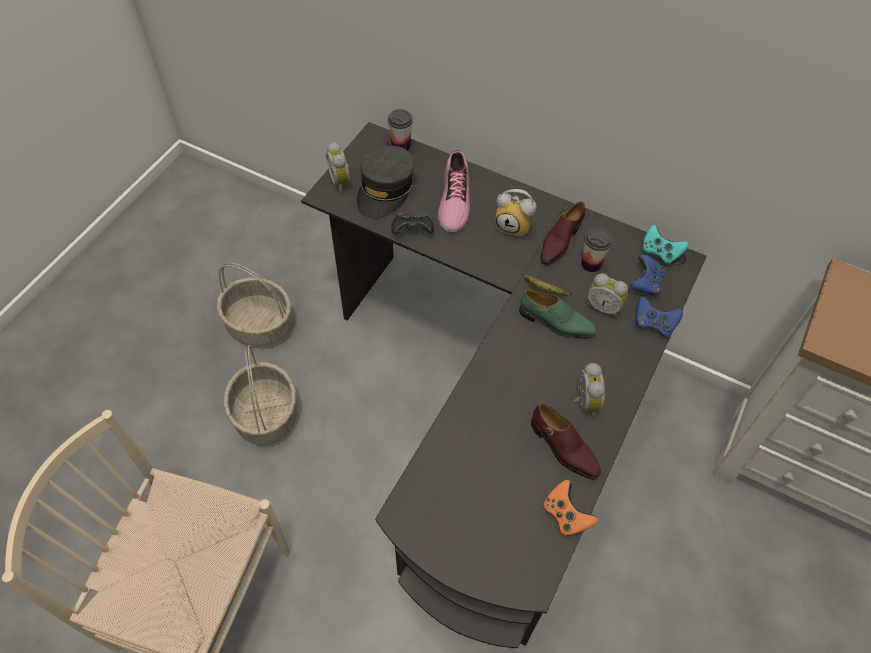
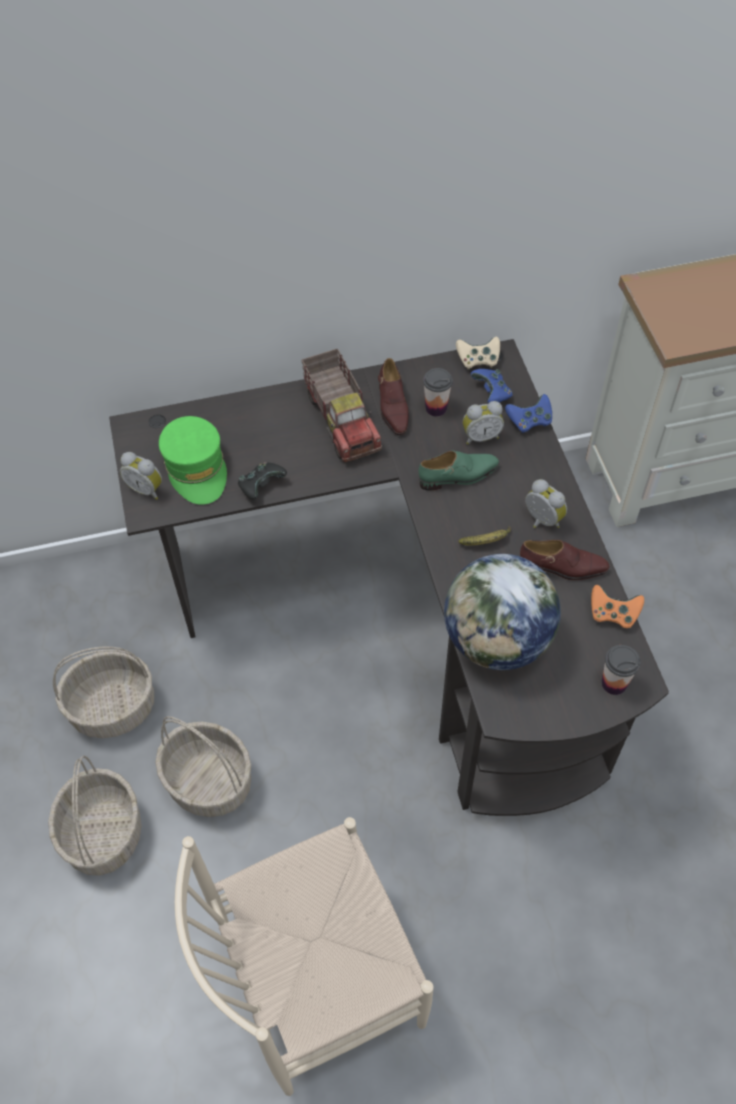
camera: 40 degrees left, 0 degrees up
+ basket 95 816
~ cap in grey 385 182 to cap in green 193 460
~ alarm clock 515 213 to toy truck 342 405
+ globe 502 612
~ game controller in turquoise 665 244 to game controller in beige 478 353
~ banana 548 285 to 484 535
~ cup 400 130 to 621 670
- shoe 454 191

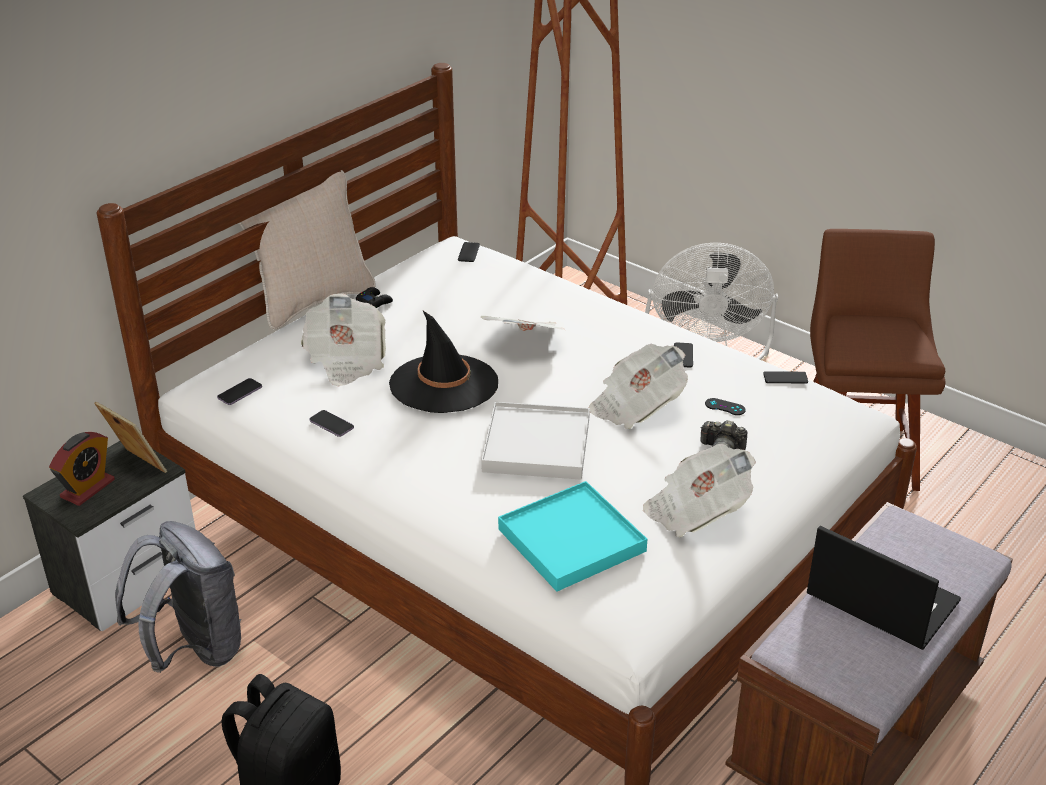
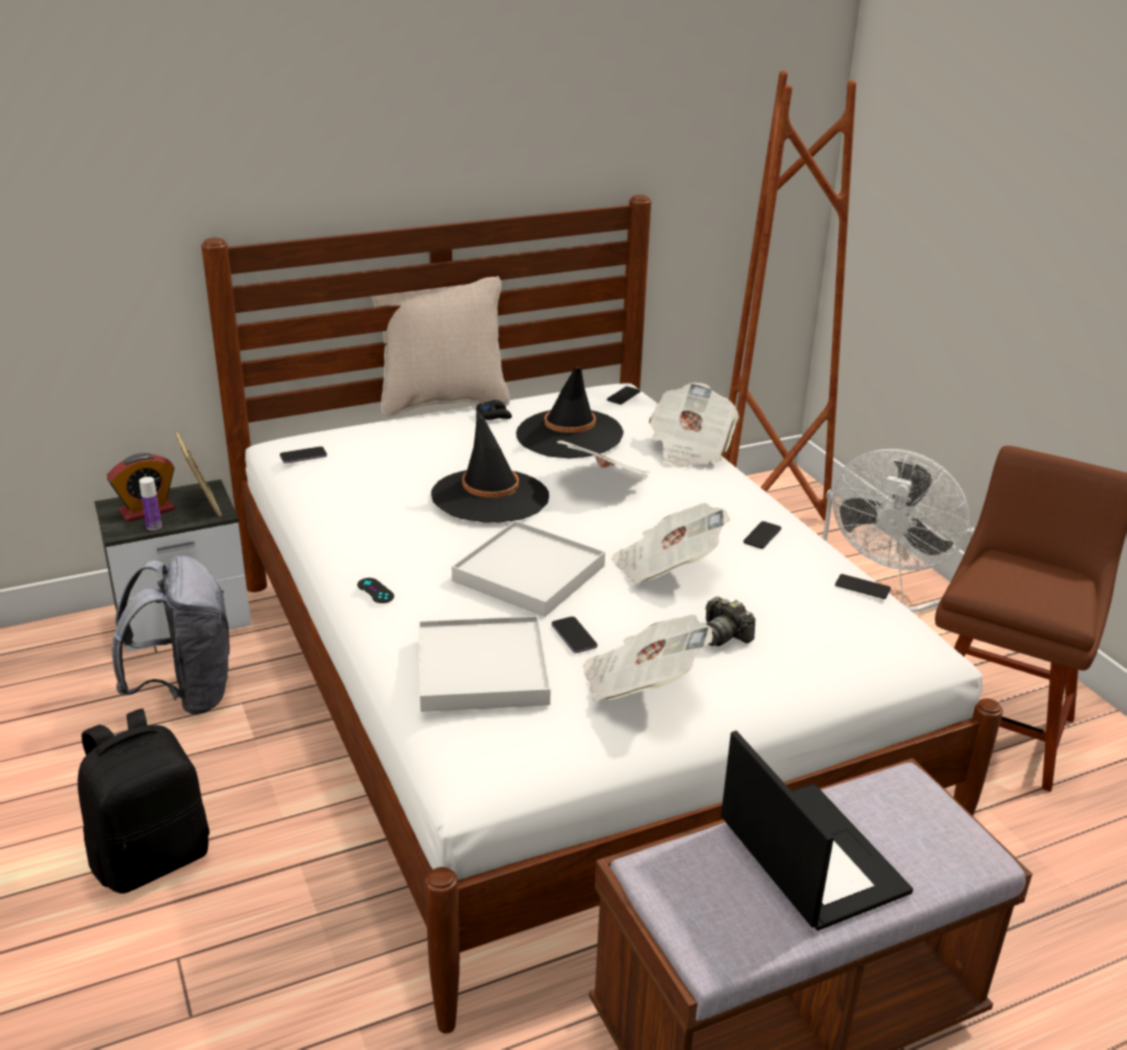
camera: 25 degrees right, 5 degrees down
+ bottle 150 503
~ game controller in black 725 406 to 375 590
~ tray in turquoise 572 536 to tray in white 484 664
+ hat in black 570 412
~ phone 331 423 to 574 635
~ newspaper 343 339 to 694 425

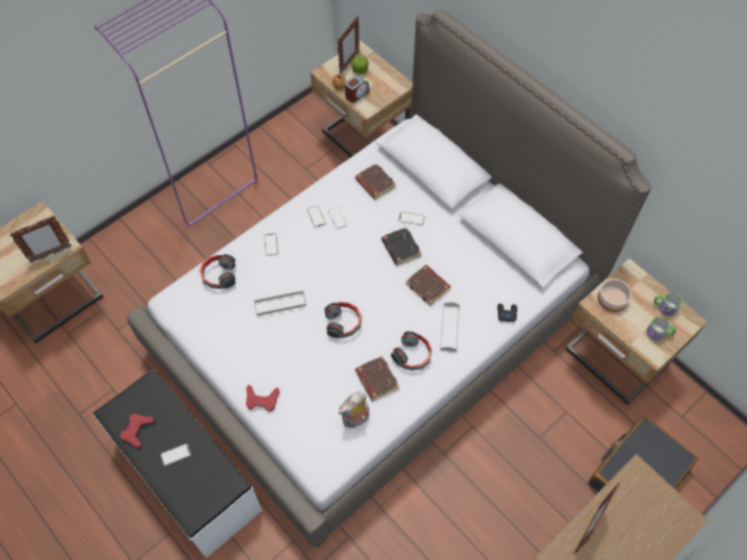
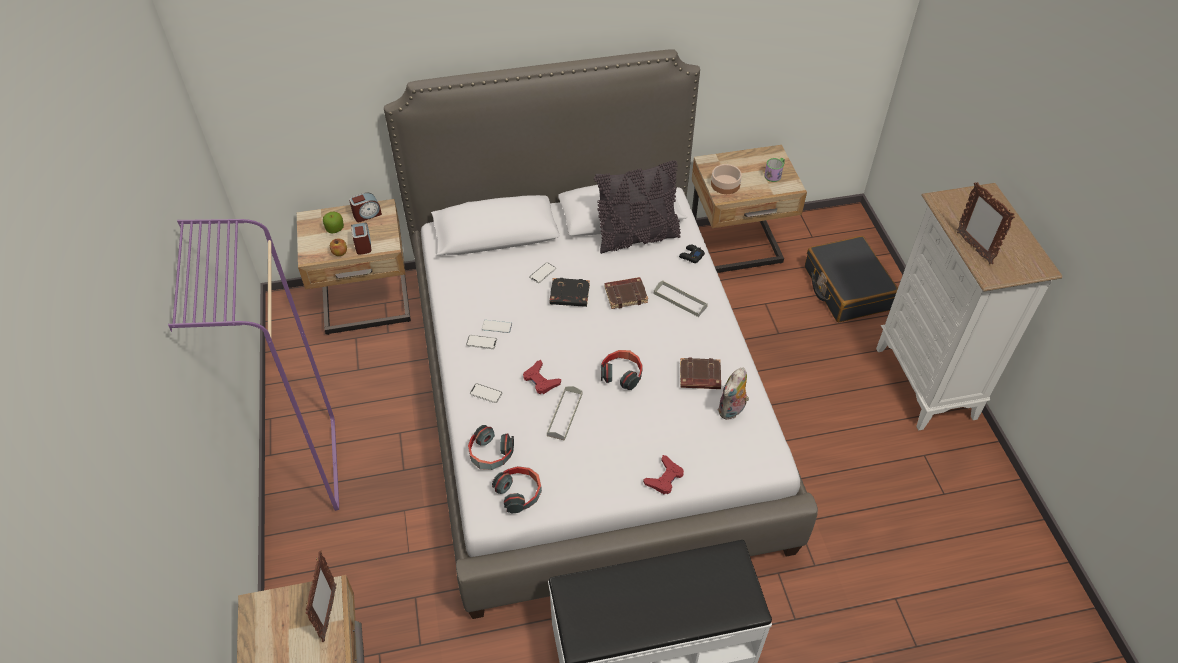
camera: 60 degrees left, 10 degrees down
+ alarm clock 365 207
~ headphones 411 351 to 517 490
~ game controller in red 137 430 to 542 377
+ pillow in black 637 207
~ plush toy 353 410 = 733 394 45 degrees clockwise
- phone 175 455
- picture frame 348 45
- book in brown 375 181
- mug 668 304

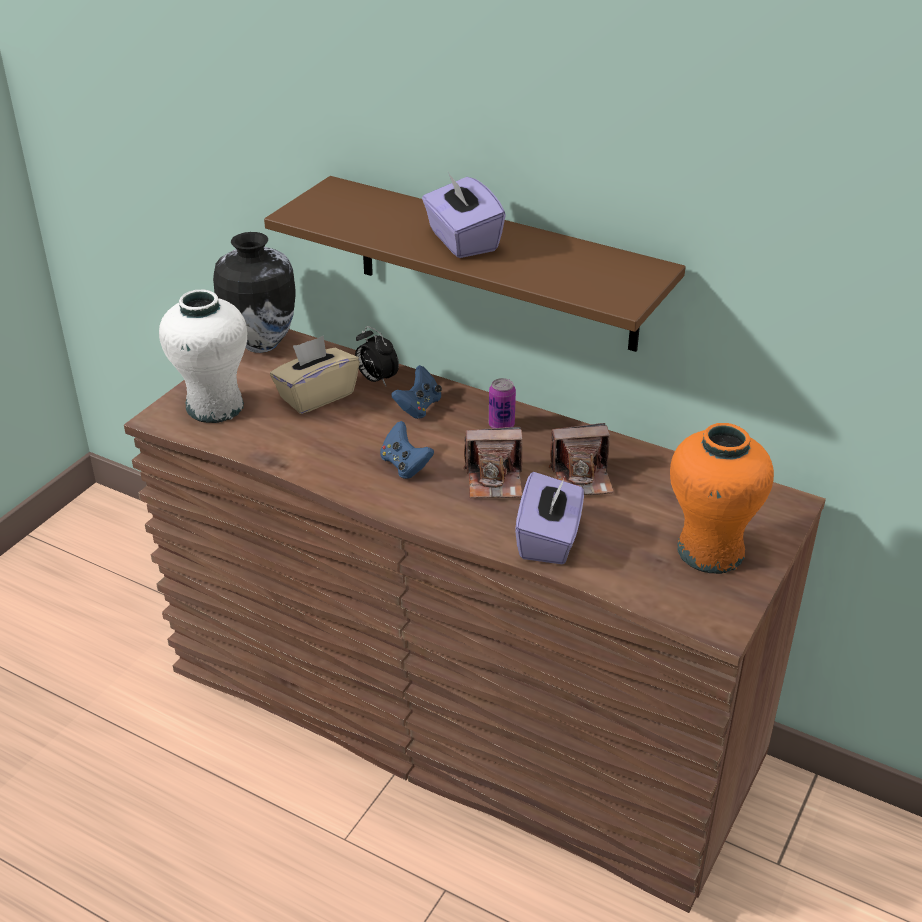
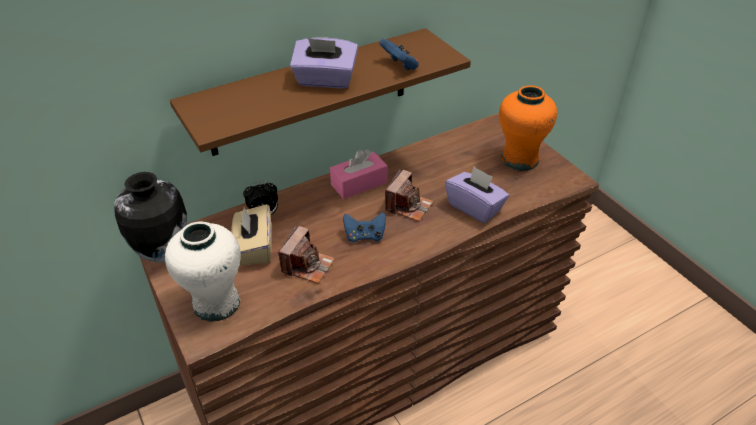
camera: 60 degrees left, 5 degrees up
~ photo camera 581 459 to 306 254
~ can 502 403 to tissue box in pink 359 174
~ game controller in blue 416 392 to 399 54

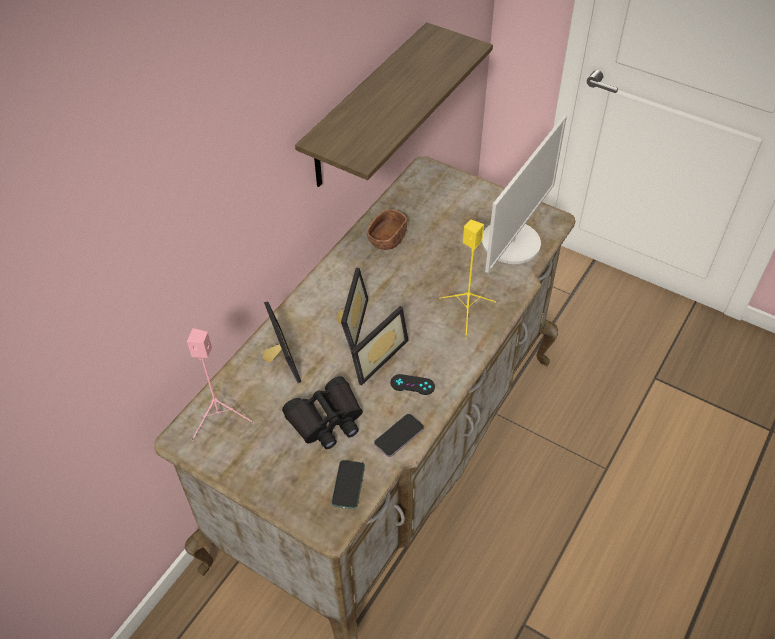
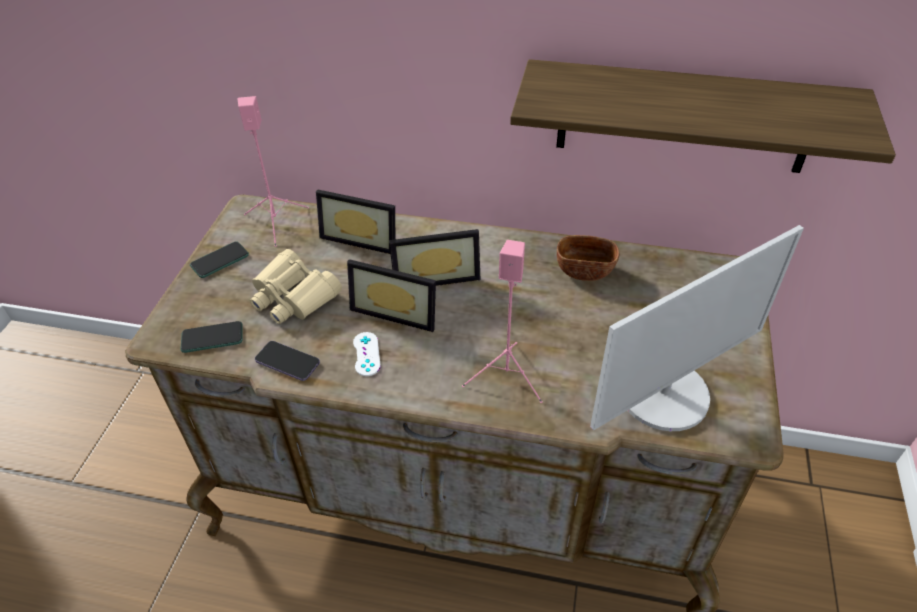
camera: 70 degrees right, 5 degrees down
+ phone 219 259
~ binoculars in black 322 412 to binoculars in beige 296 286
~ picture frame 282 342 = 355 221 60 degrees clockwise
~ game controller in black 412 384 to game controller in white 367 354
~ speaker in yellow 467 278 to speaker in pink 502 321
~ monitor 524 194 = 697 328 45 degrees counterclockwise

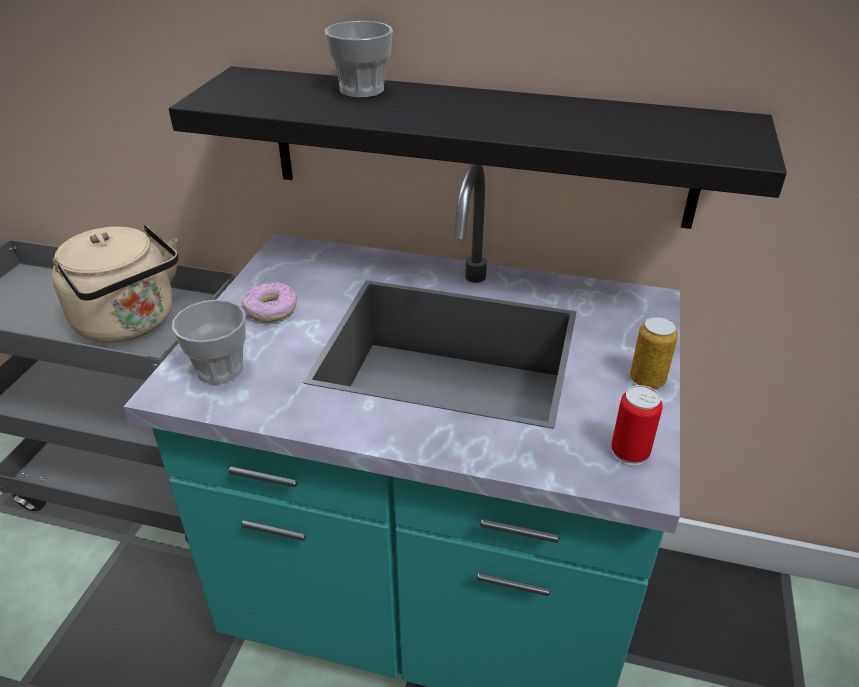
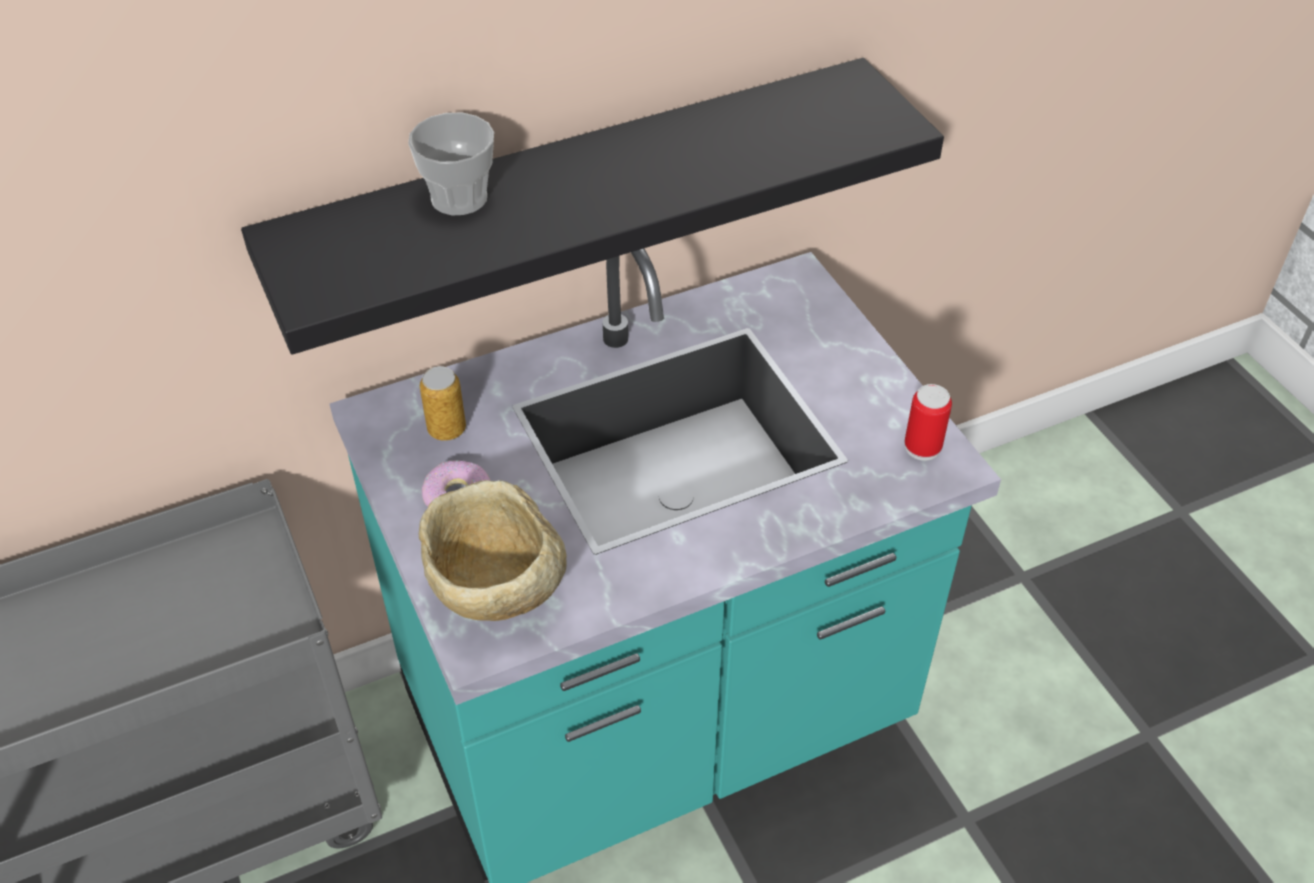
camera: 40 degrees left, 10 degrees up
~ cup 209 342 to bowl in beige 493 550
~ can 654 352 to 443 403
- kettle in beige 115 283

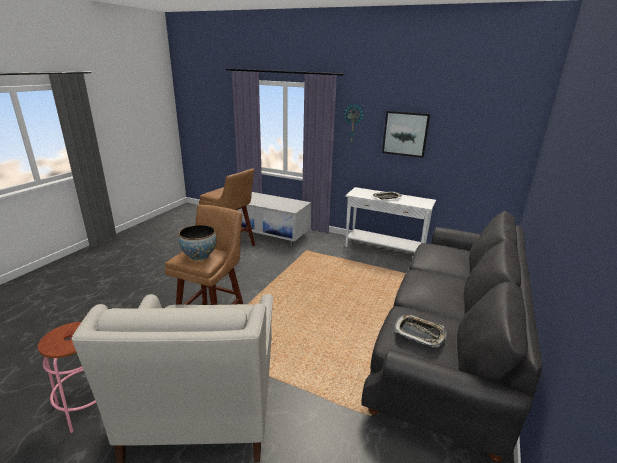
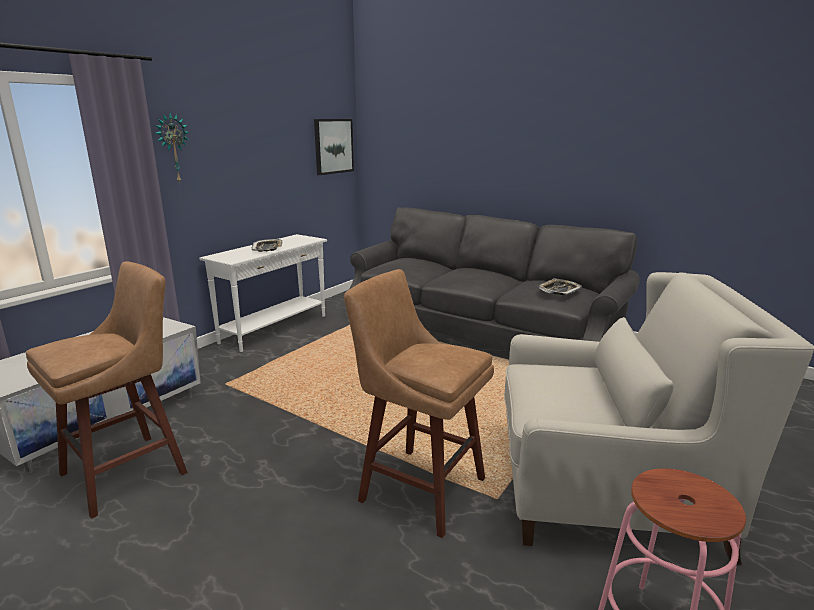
camera: 80 degrees left, 5 degrees down
~ picture 406 134 to 334 147
- bowl 198 243

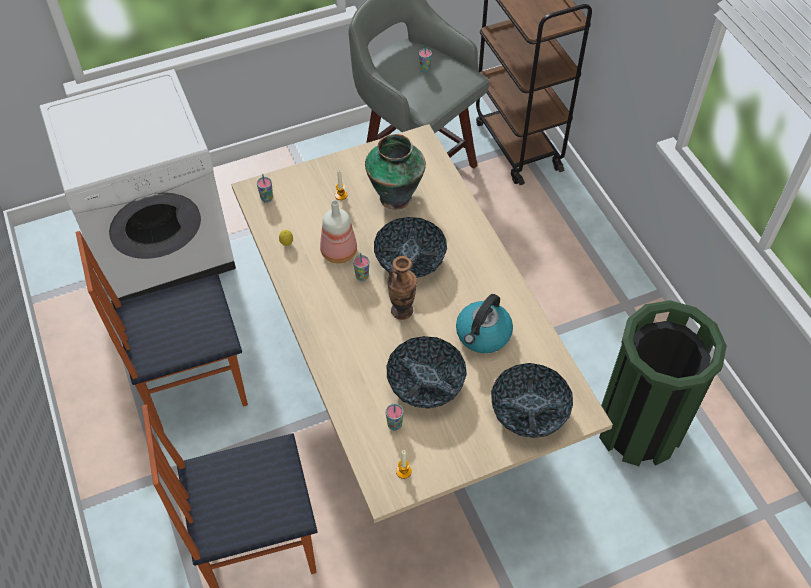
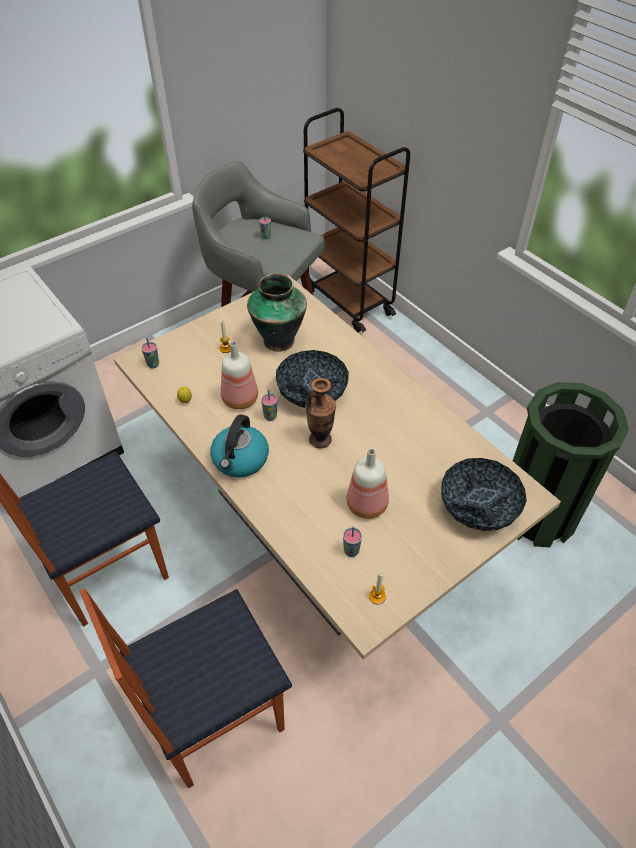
camera: 15 degrees left, 5 degrees down
~ kettle 484 323 to 239 446
~ bowl 427 372 to bottle 367 483

